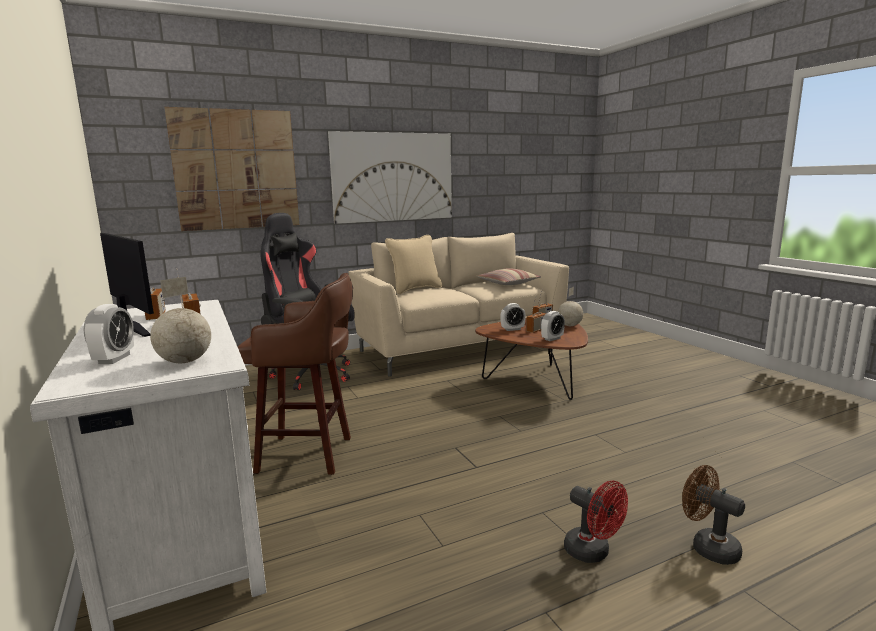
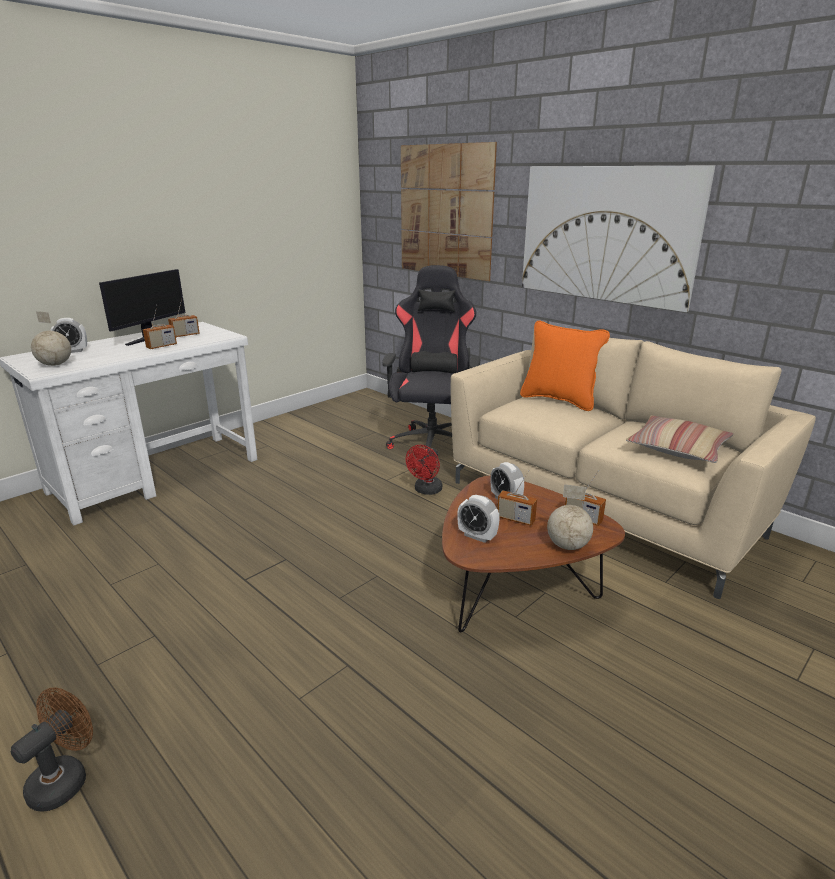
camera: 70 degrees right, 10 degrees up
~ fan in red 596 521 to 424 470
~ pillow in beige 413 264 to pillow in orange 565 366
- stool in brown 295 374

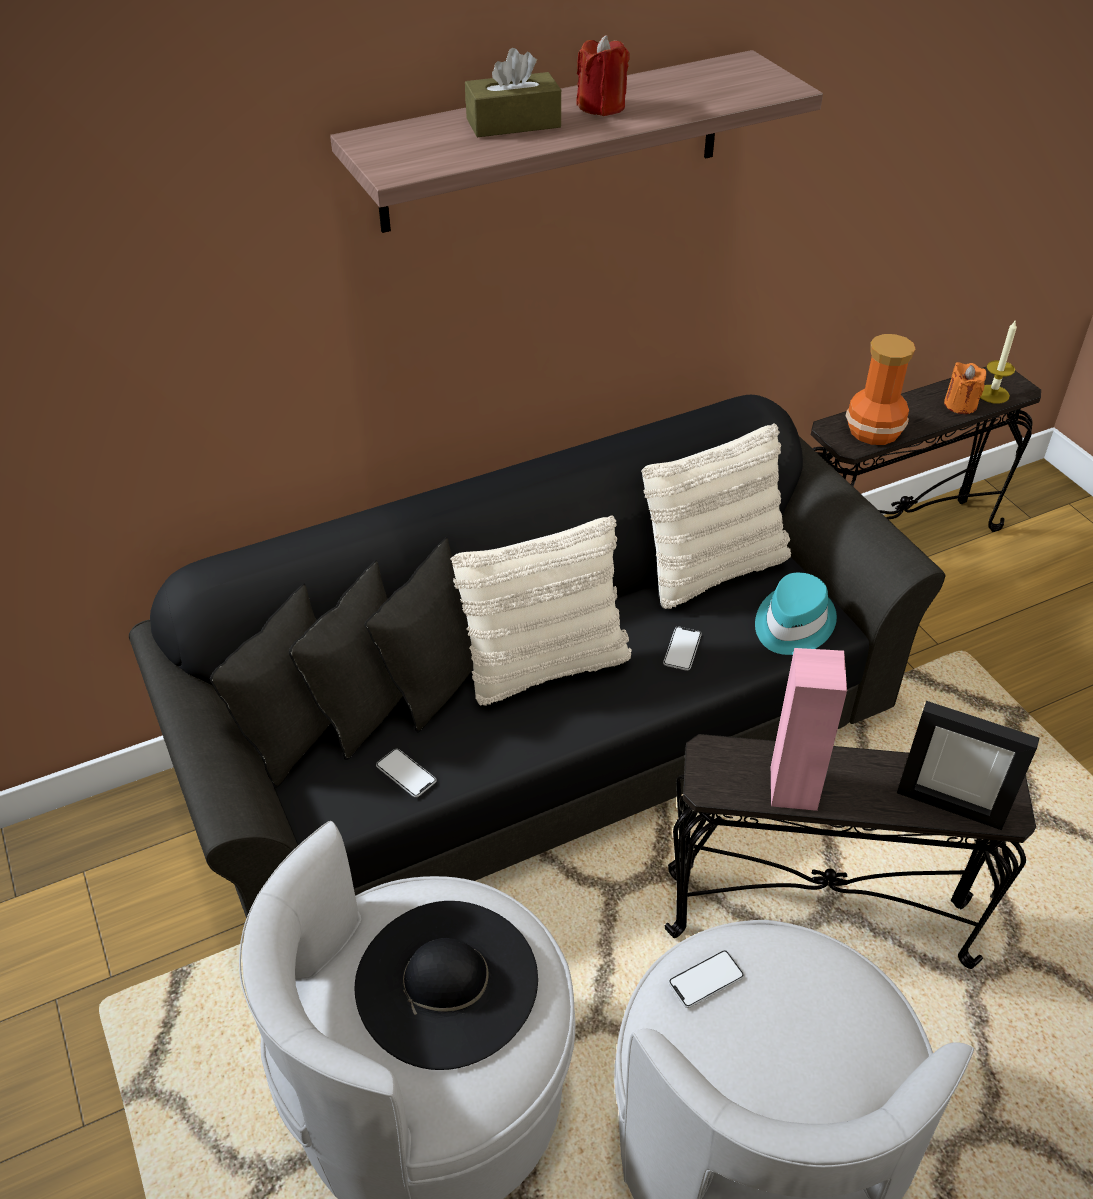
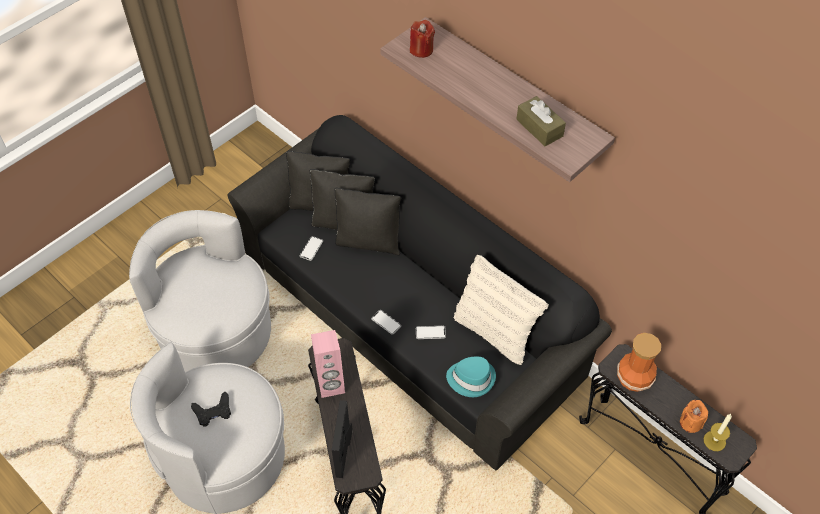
camera: 70 degrees right, 10 degrees up
+ game controller in black 211 409
~ phone 706 979 to 386 322
~ candle in red 603 75 to 422 39
~ tissue box in brown 513 92 to 541 121
- hat in black 446 985
- pillow in beige 541 610

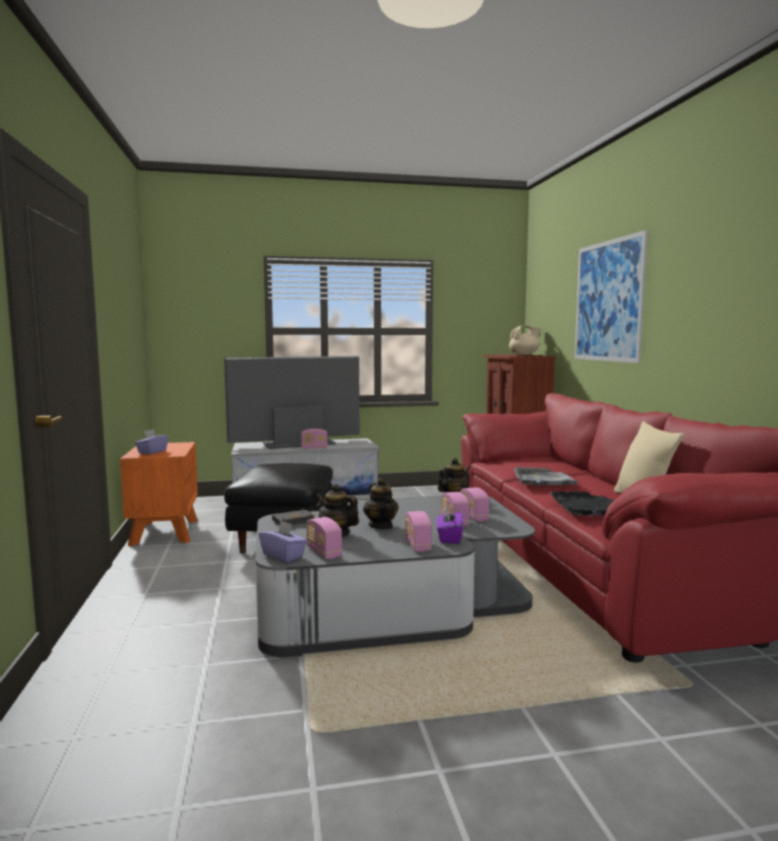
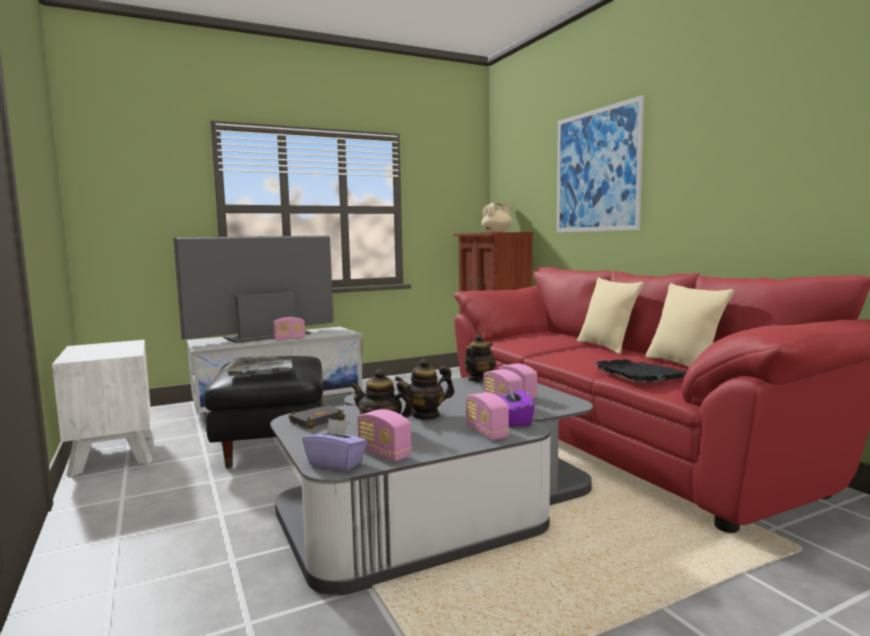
camera: 15 degrees left, 0 degrees up
~ nightstand in orange 159 494 to nightstand in white 102 408
~ tray in grey 546 476 to 257 366
~ teapot 381 503 = 425 389 105 degrees clockwise
+ pillow in beige 610 316
- tissue box in purple 151 441

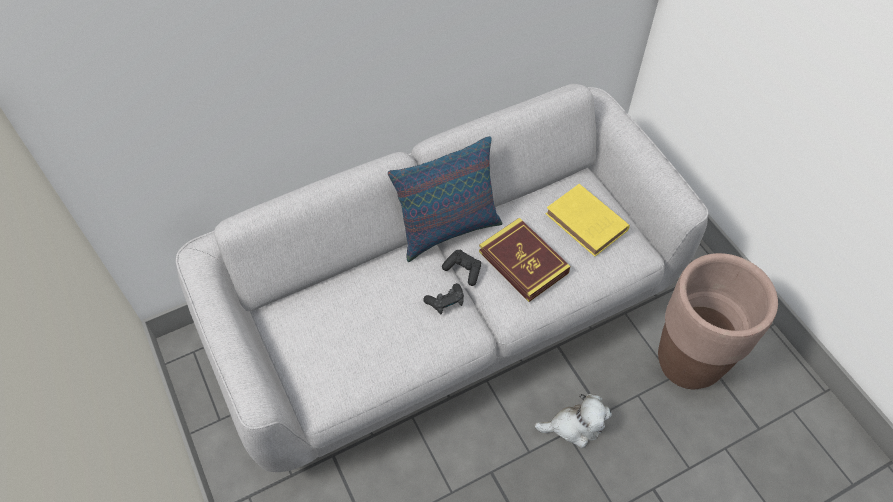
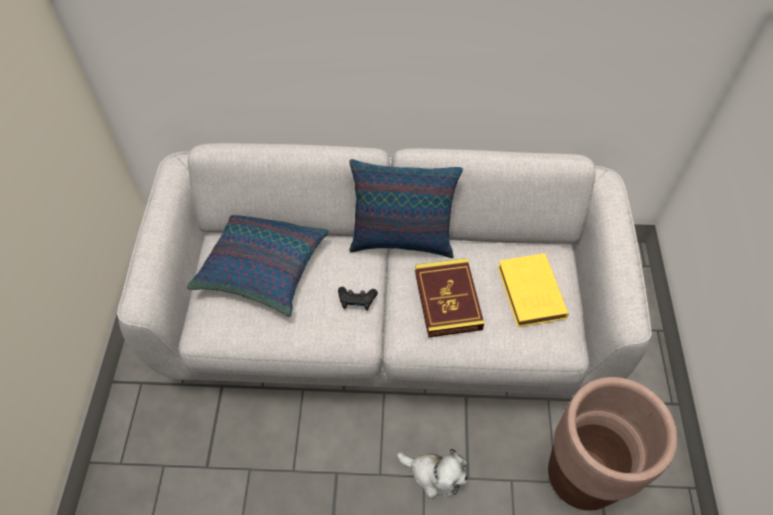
camera: 30 degrees right, 0 degrees up
+ pillow in blue 258 266
- game controller in black 461 268

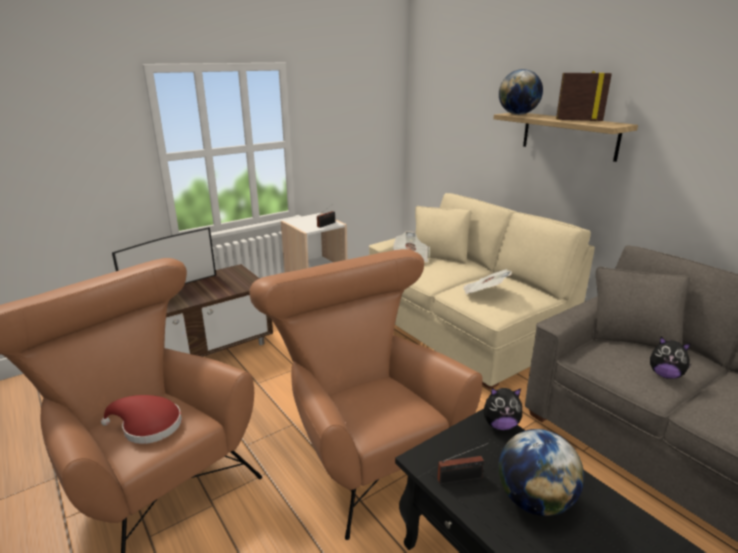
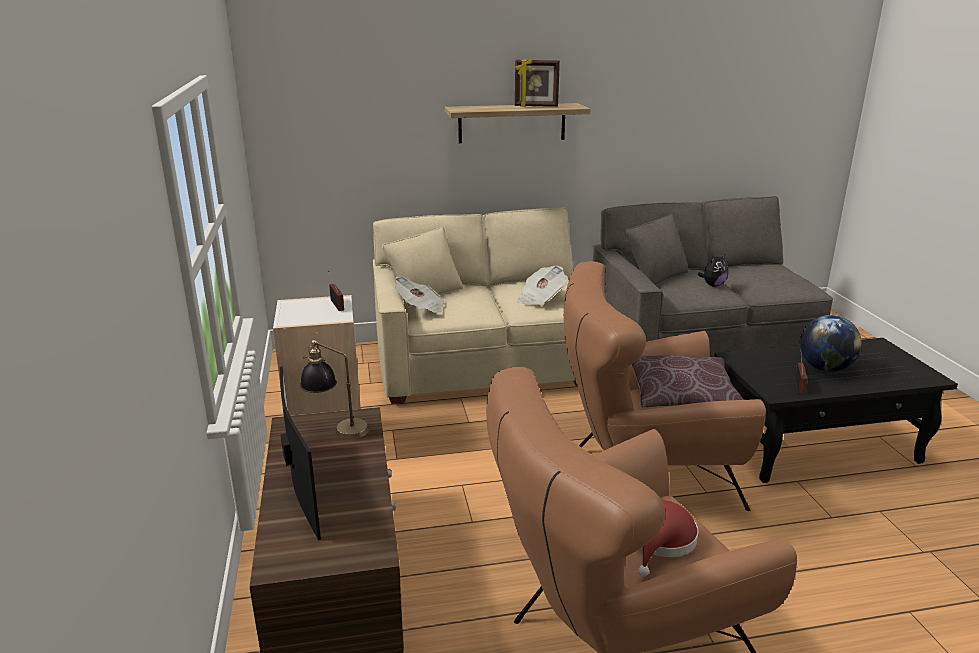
camera: 65 degrees left, 0 degrees up
+ table lamp 334 390
~ picture frame 584 96 = 537 83 120 degrees counterclockwise
+ pillow in brown 687 382
- plush toy 503 409
- globe 521 92

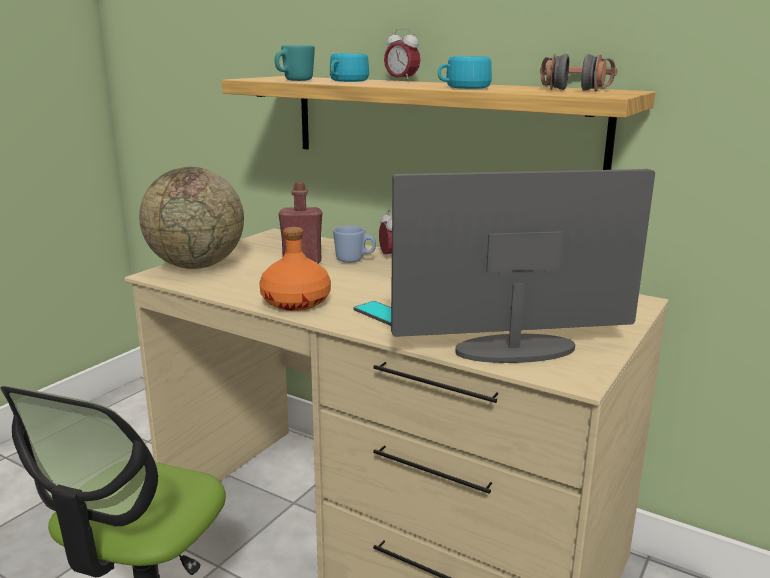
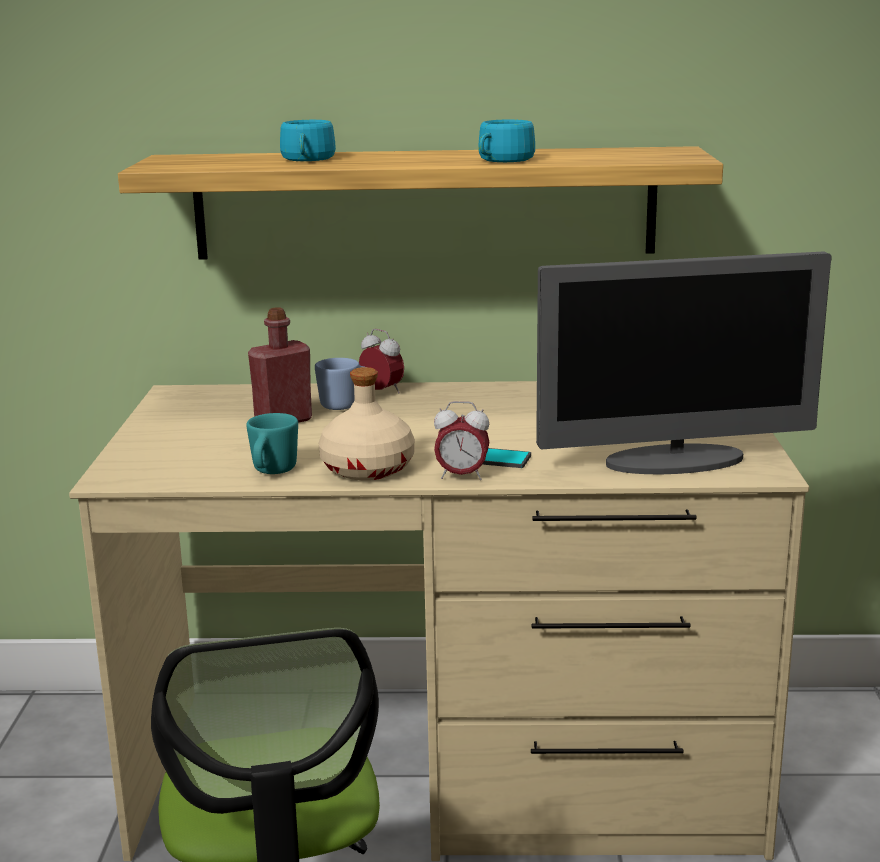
camera: 30 degrees left, 0 degrees up
~ mug in turquoise 294 63 to 272 443
~ bottle in orange 295 269 to bottle in beige 367 423
~ alarm clock 402 55 to 461 440
~ monitor 523 266 = 684 363 150 degrees counterclockwise
- globe 191 218
- headphones 578 72

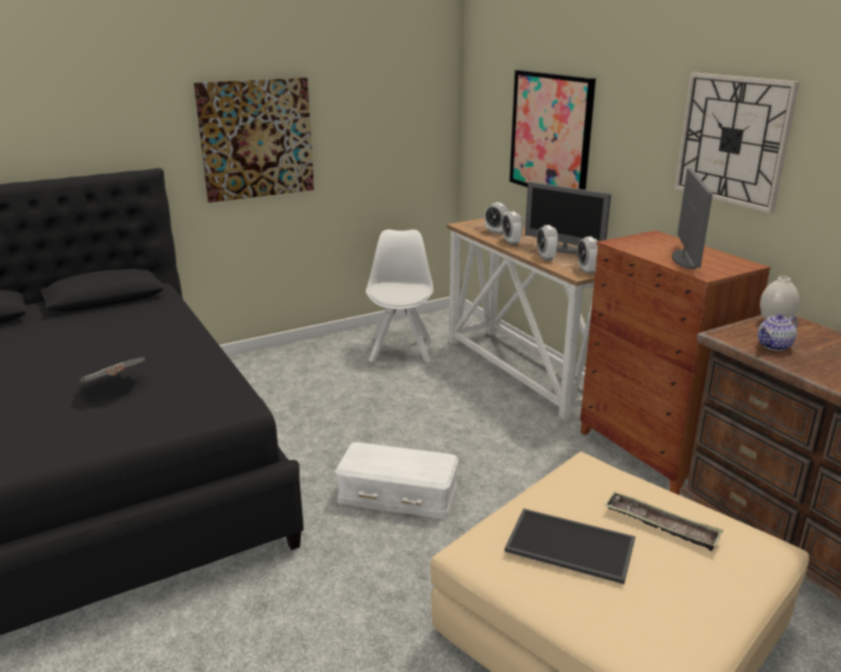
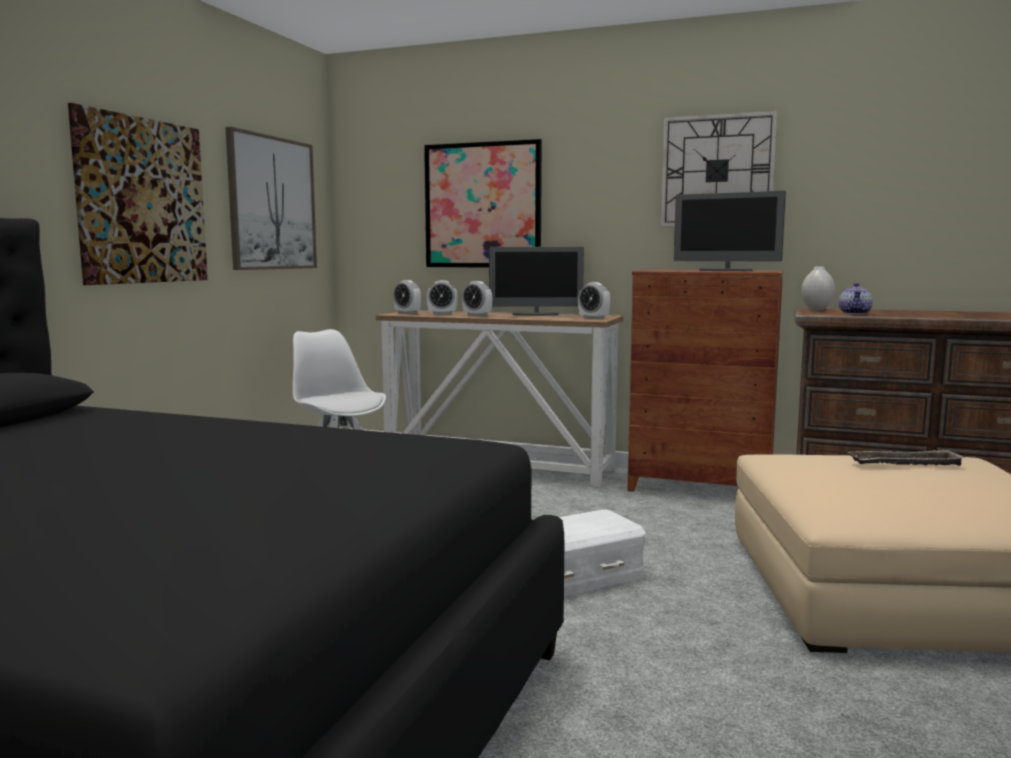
camera: 40 degrees left, 15 degrees down
+ picture 271 198
~ alarm clock 547 242 to 407 297
~ monitor 692 218 = 730 231 150 degrees clockwise
- newspaper 112 369
- tray 569 546

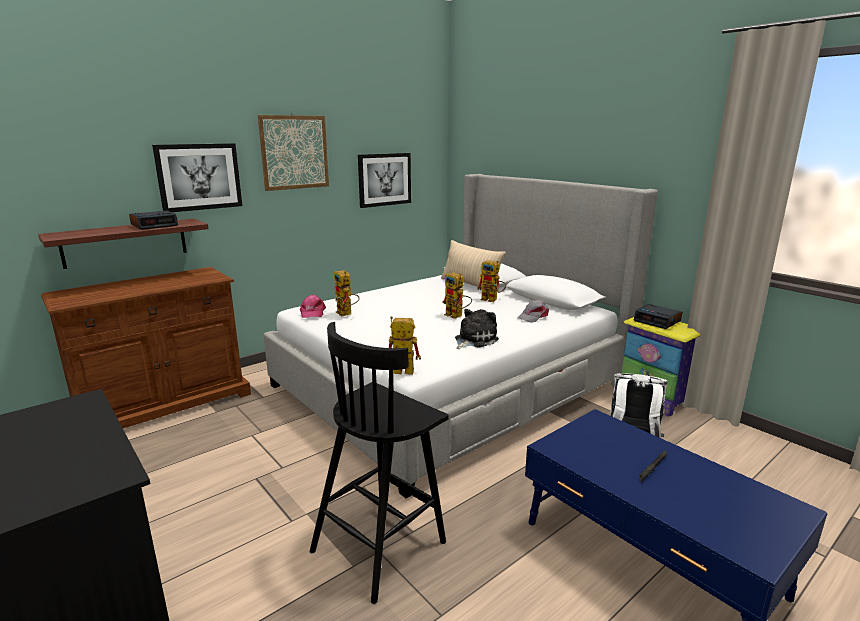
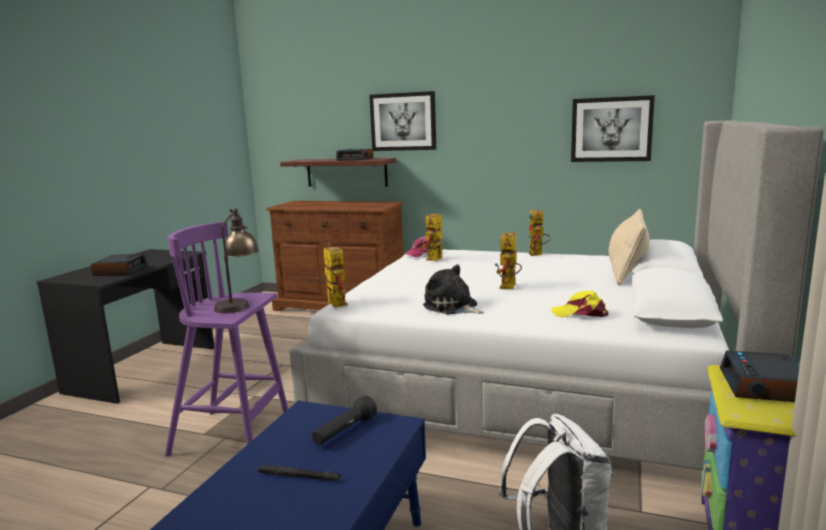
camera: 60 degrees right, 5 degrees down
+ alarm clock 119 265
~ stool in black 379 463 to stool in purple 226 339
+ table lamp 236 260
+ flashlight in black 344 420
~ plush toy 477 329 = 453 289 150 degrees counterclockwise
~ toy robot 491 281 to 539 233
~ cap in grey 533 311 to cap in yellow 580 304
- picture 293 153

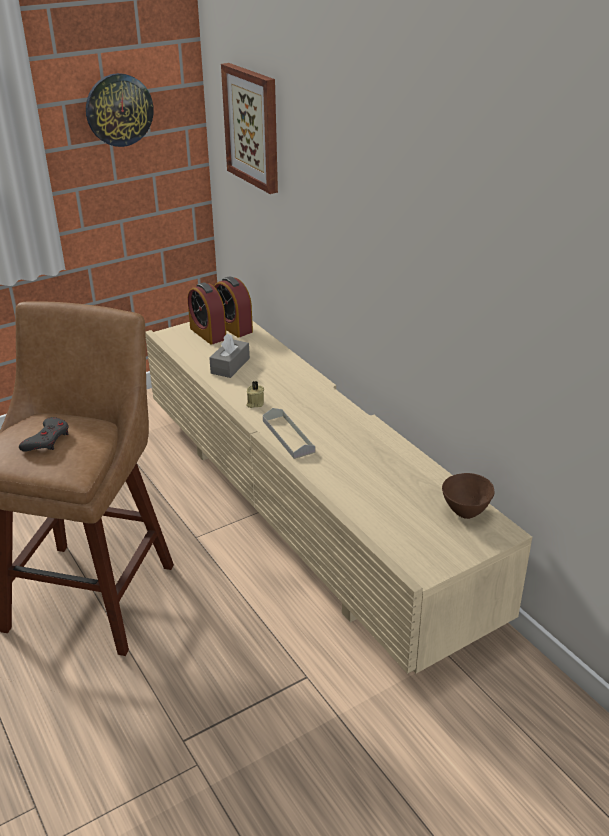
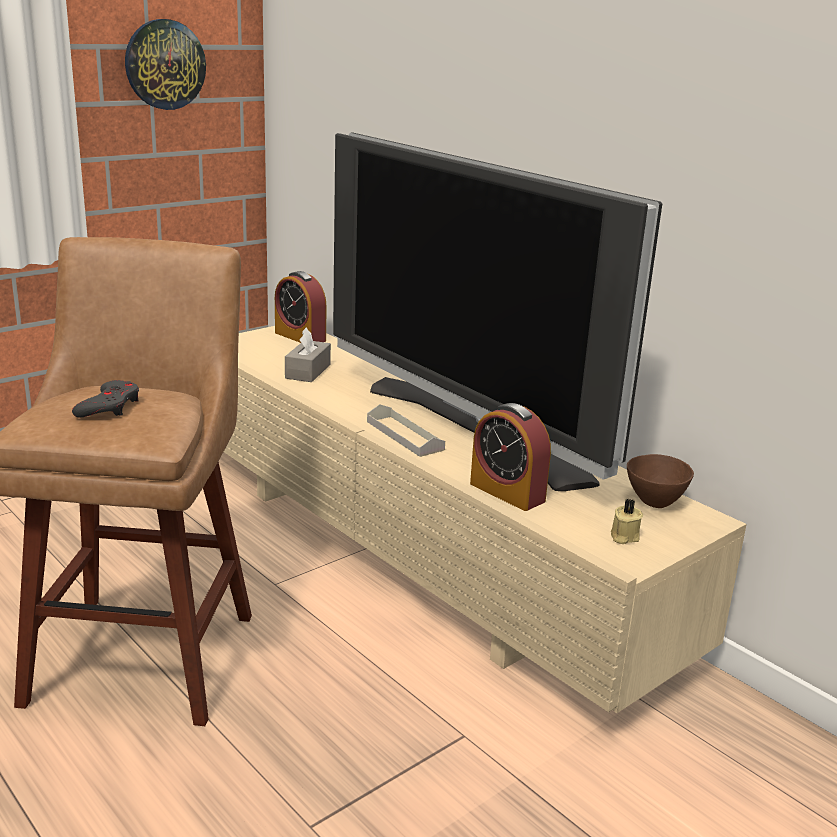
camera: 10 degrees left, 10 degrees down
+ television 497 312
~ alarm clock 207 314 to 510 457
~ candle in beige 255 394 to 627 521
- picture 249 128

